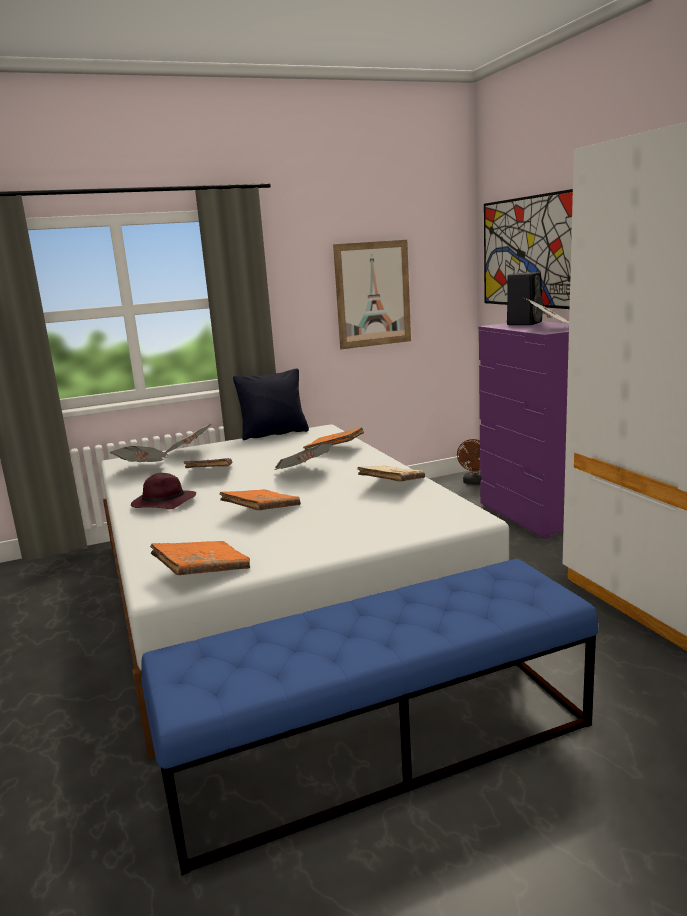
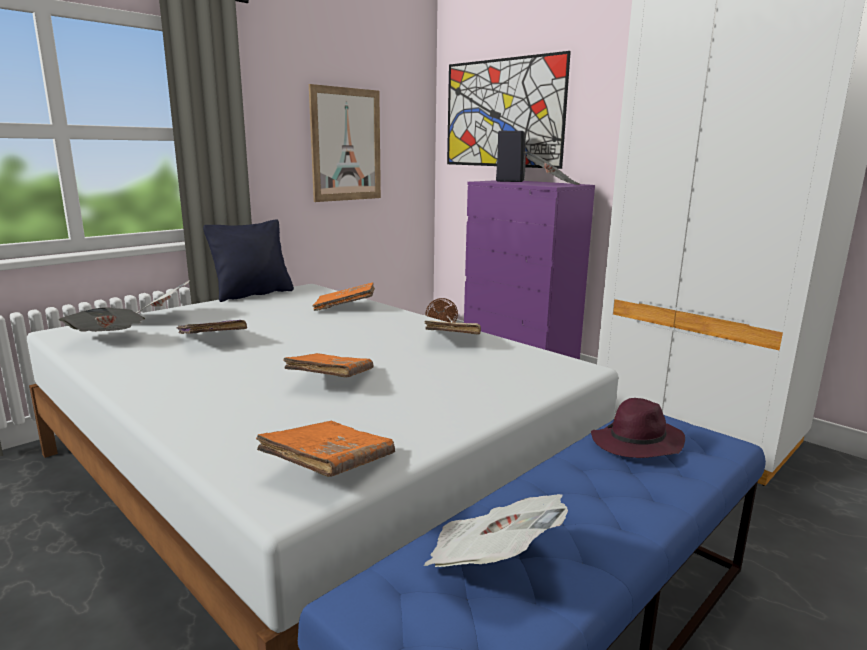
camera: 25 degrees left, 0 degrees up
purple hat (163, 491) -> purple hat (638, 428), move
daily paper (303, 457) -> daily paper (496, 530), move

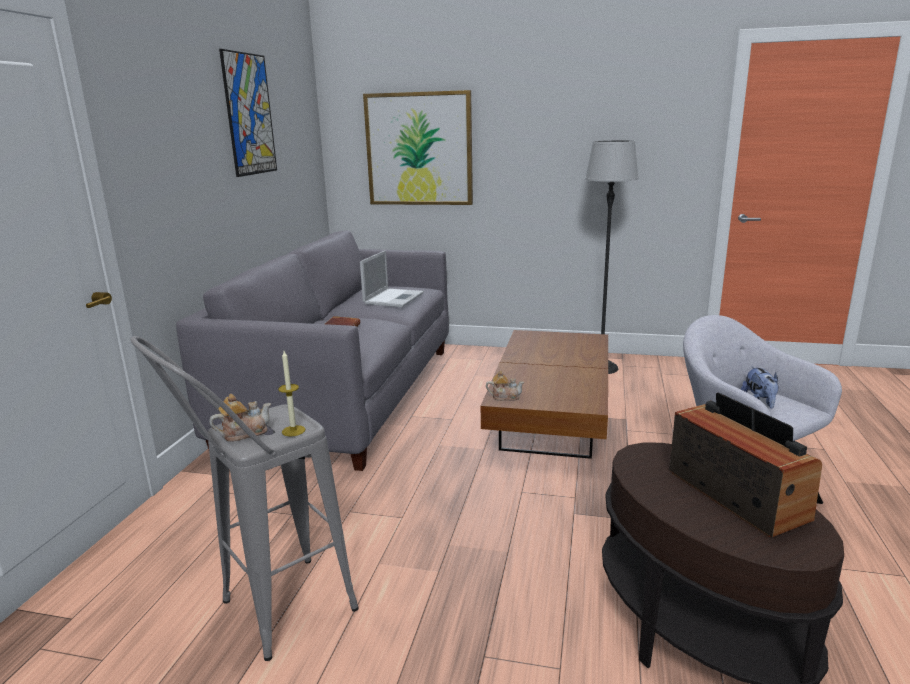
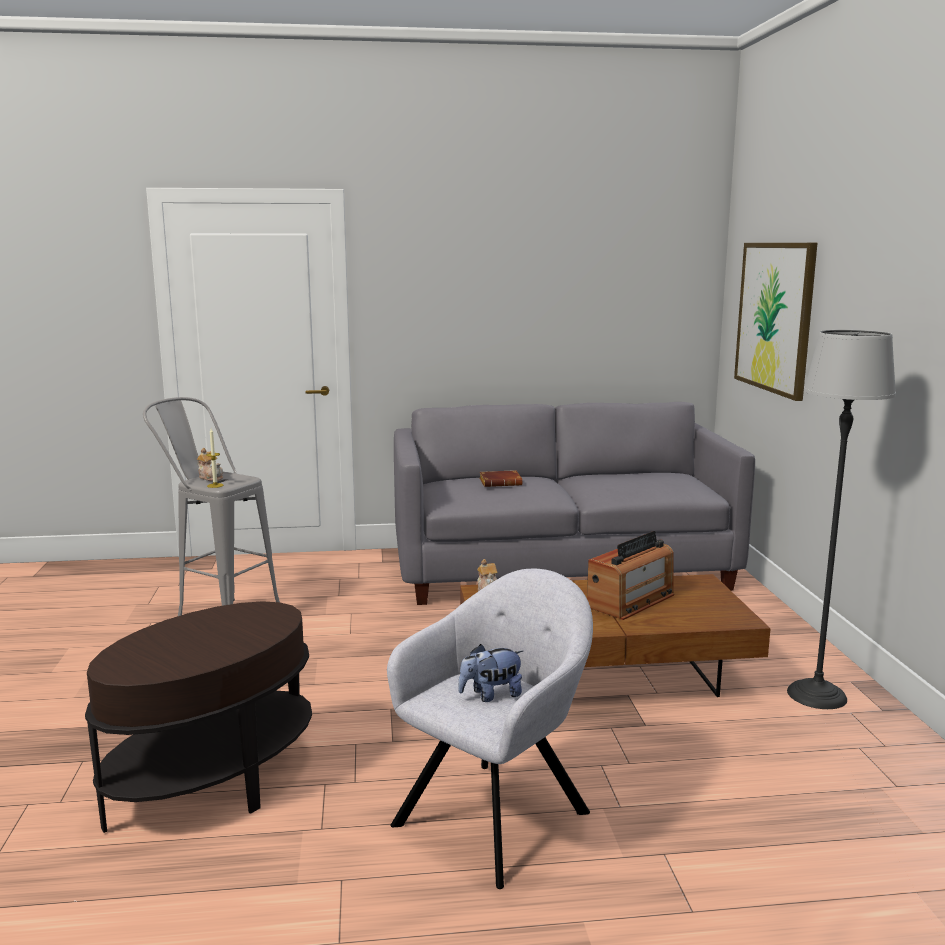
camera: 70 degrees right, 5 degrees down
wall art (248, 113) -> none
laptop (392, 278) -> none
radio (745, 464) -> radio (630, 575), move

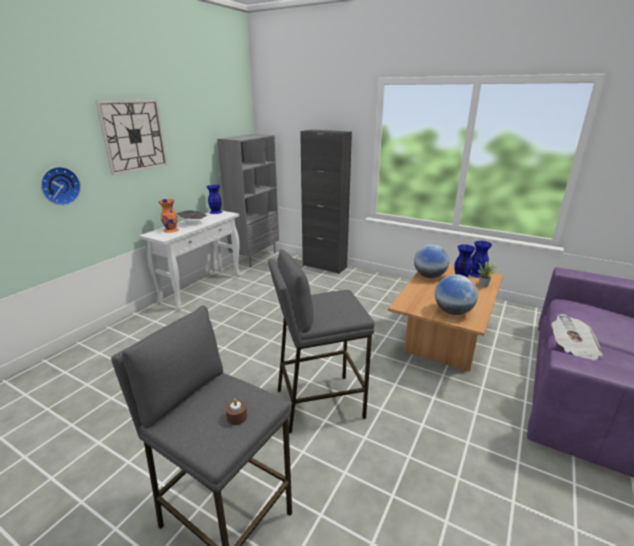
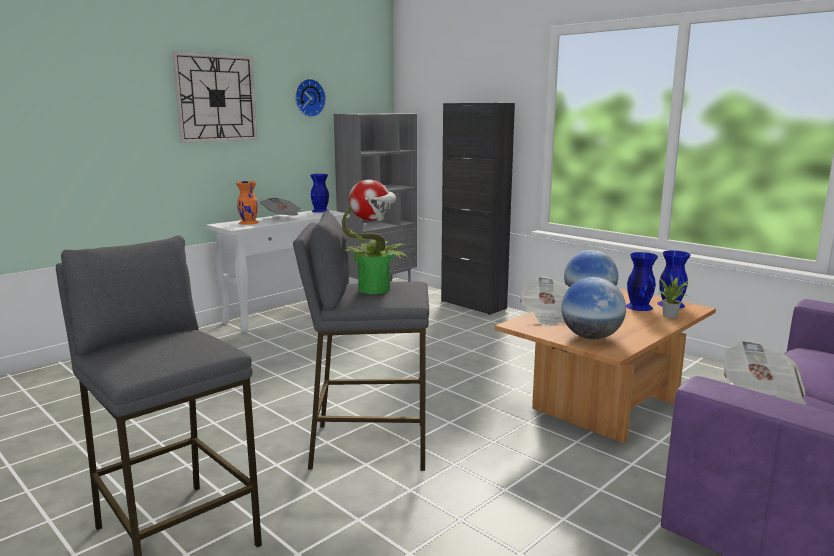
camera: 15 degrees right, 10 degrees down
brownish candle (236, 412) -> none
none -> potted plant (375, 237)
none -> daily paper (544, 301)
hanging clock (61, 186) -> hanging clock (310, 98), move

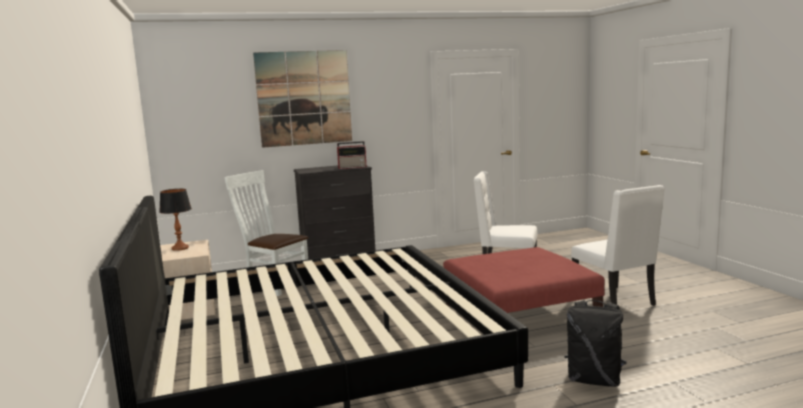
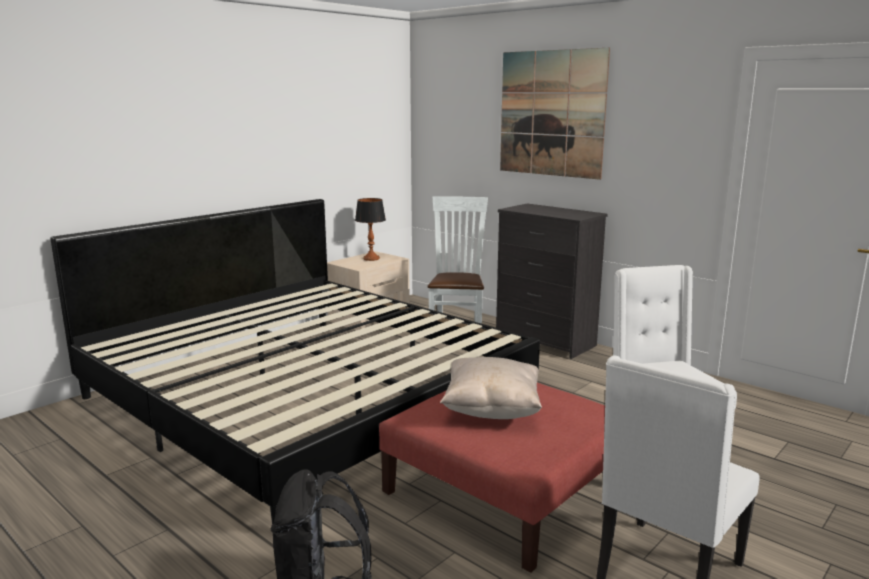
camera: 60 degrees right, 5 degrees up
radio (352, 155) -> none
none -> beige-coloured throw pillow (491, 388)

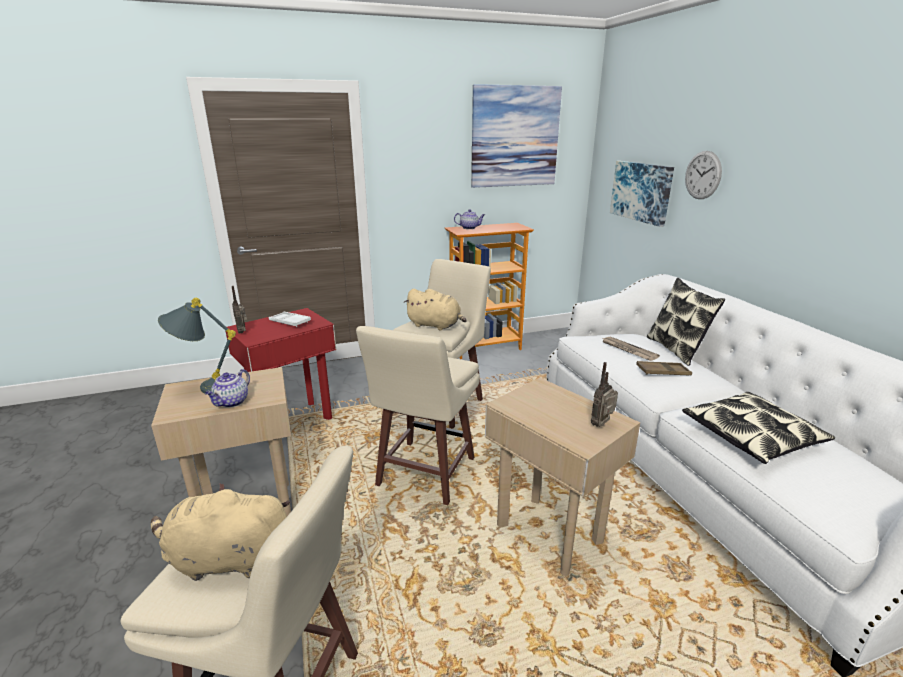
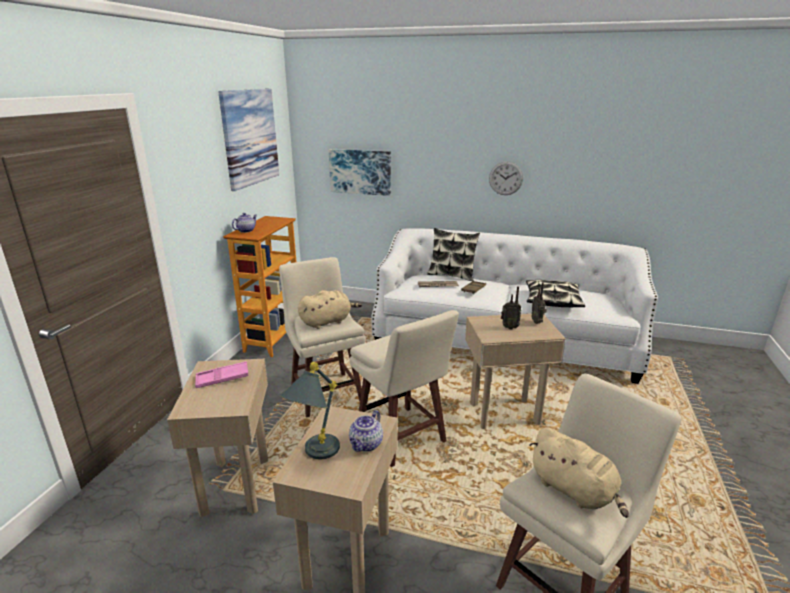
camera: 55 degrees left, 0 degrees up
radio (239, 310) -> radio (511, 308), move
hanging clock (703, 175) -> hanging clock (506, 178), move
reddish side table (281, 364) -> beige-coloured side table (217, 438)
white-coloured carrying tray (290, 319) -> pinkish carrying tray (221, 374)
beige-coloured plush toy (220, 532) -> beige-coloured plush toy (579, 472), 75 degrees counterclockwise
teapot (227, 388) -> teapot (366, 431), 60 degrees clockwise

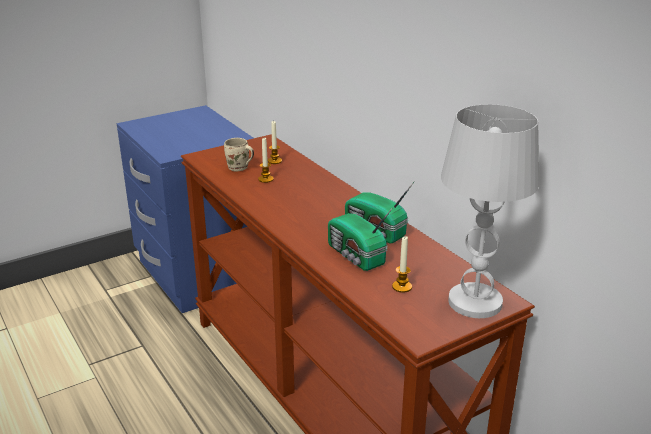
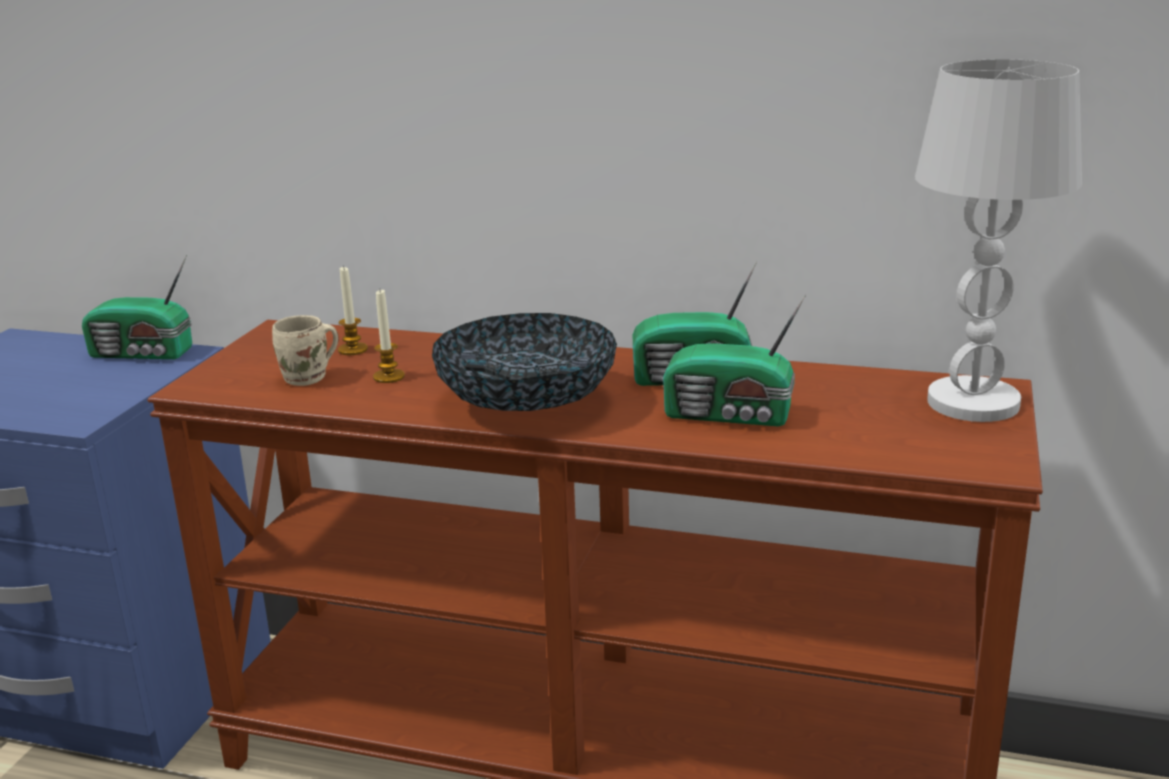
camera: 40 degrees left, 5 degrees down
candle (402, 264) -> none
none -> radio (137, 307)
none -> serving bowl (524, 362)

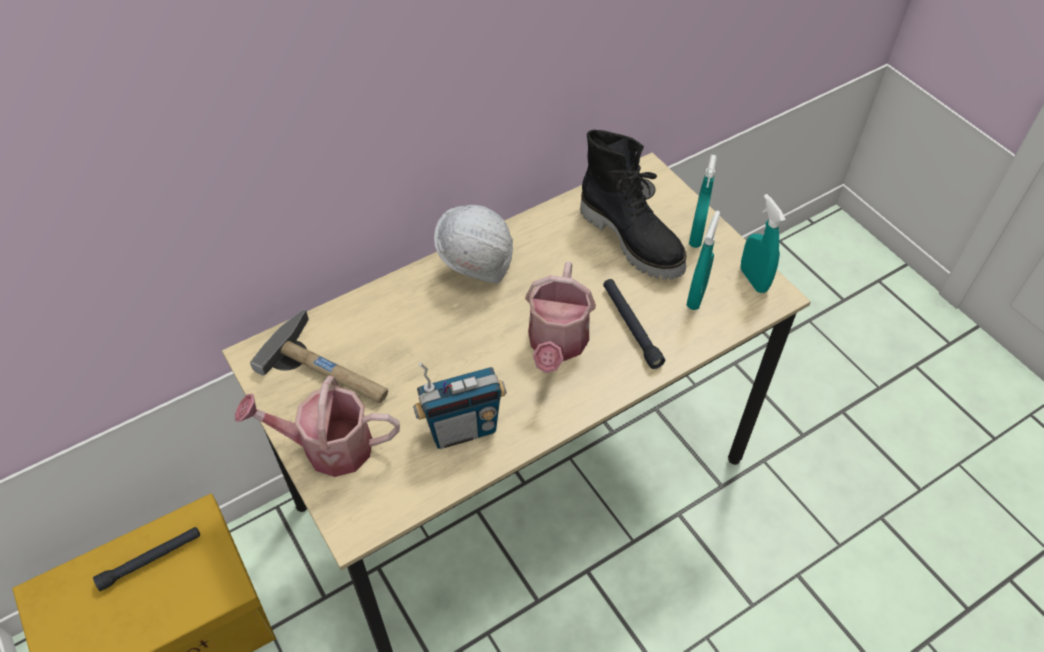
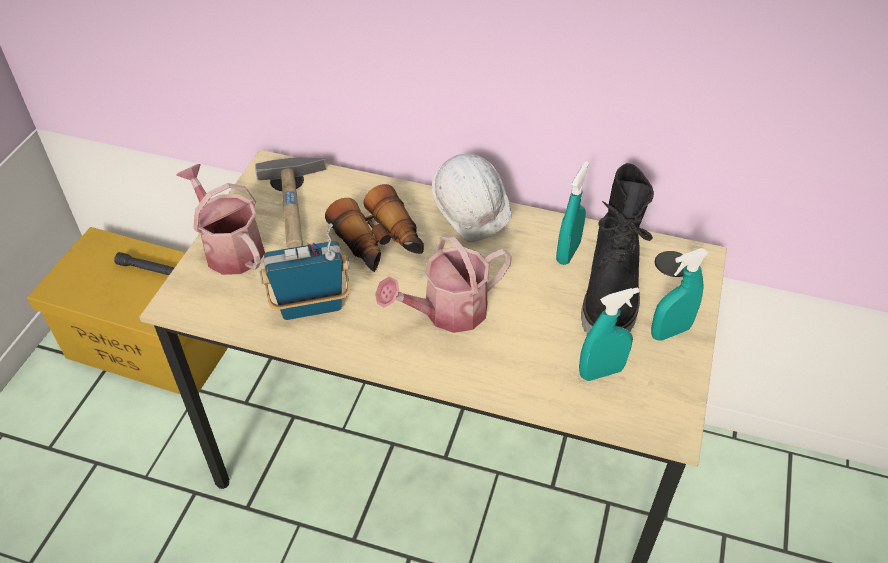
camera: 50 degrees right, 5 degrees down
black-coloured hand torch (634, 324) -> none
none -> binoculars (374, 228)
turquoise-coloured sprayer (763, 243) -> turquoise-coloured sprayer (572, 213), move
radio (459, 405) -> radio (305, 272), 135 degrees clockwise

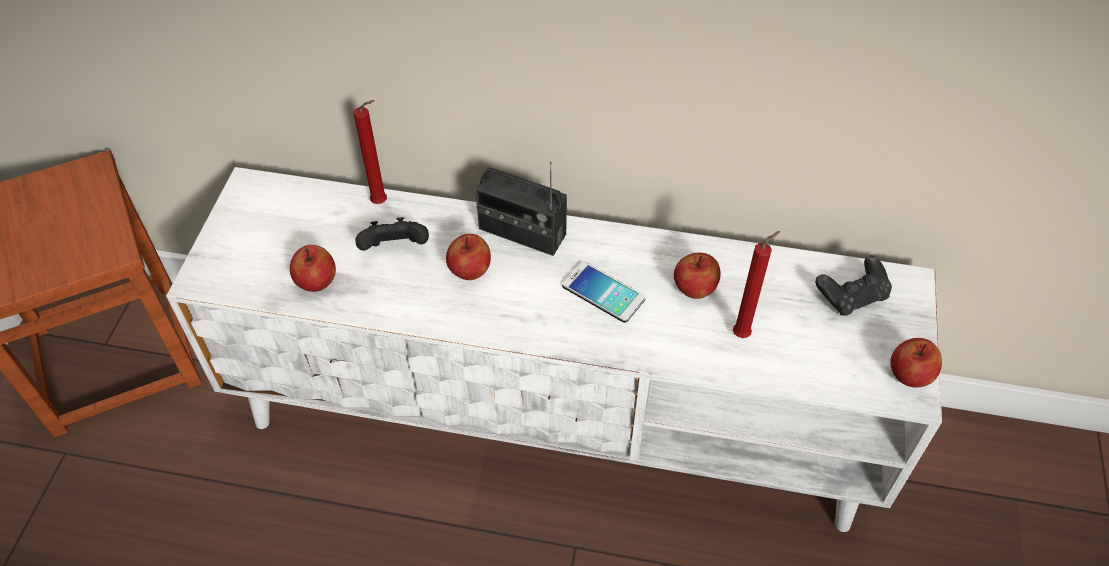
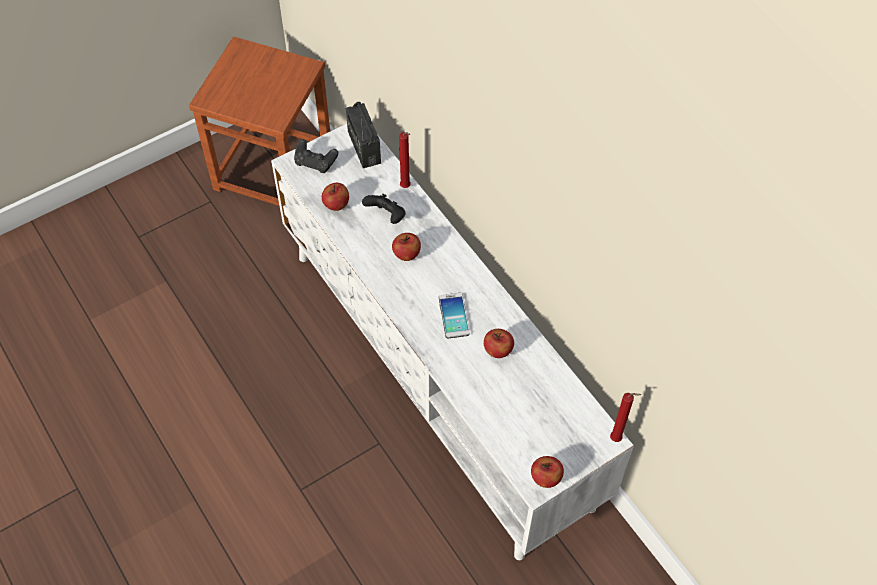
camera: 45 degrees right, 5 degrees up
radio (521, 209) -> radio (363, 135), move
reddish candle (756, 284) -> reddish candle (625, 417), move
black-coloured joypad (853, 286) -> black-coloured joypad (316, 156), move

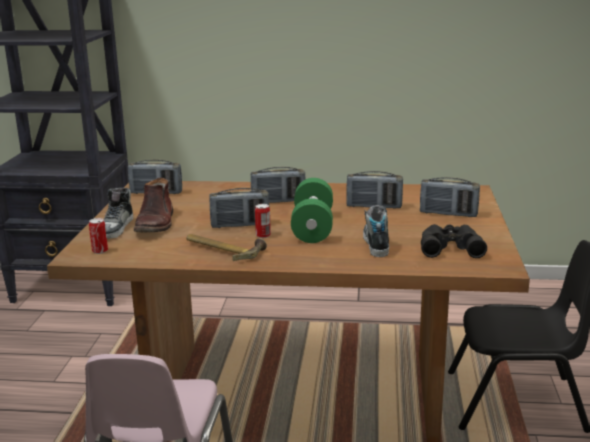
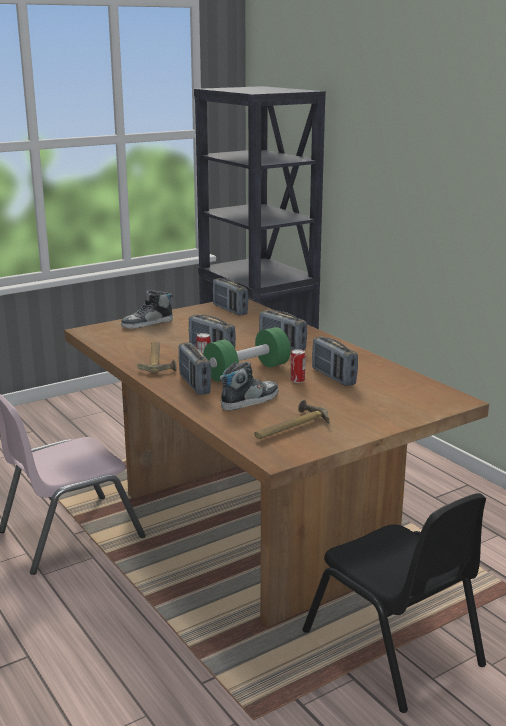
camera: 50 degrees right, 0 degrees up
brownish boot (153, 205) -> none
can (98, 236) -> can (297, 366), move
radio (450, 197) -> radio (195, 369), move
black-coloured binoculars (454, 241) -> hammer (292, 419)

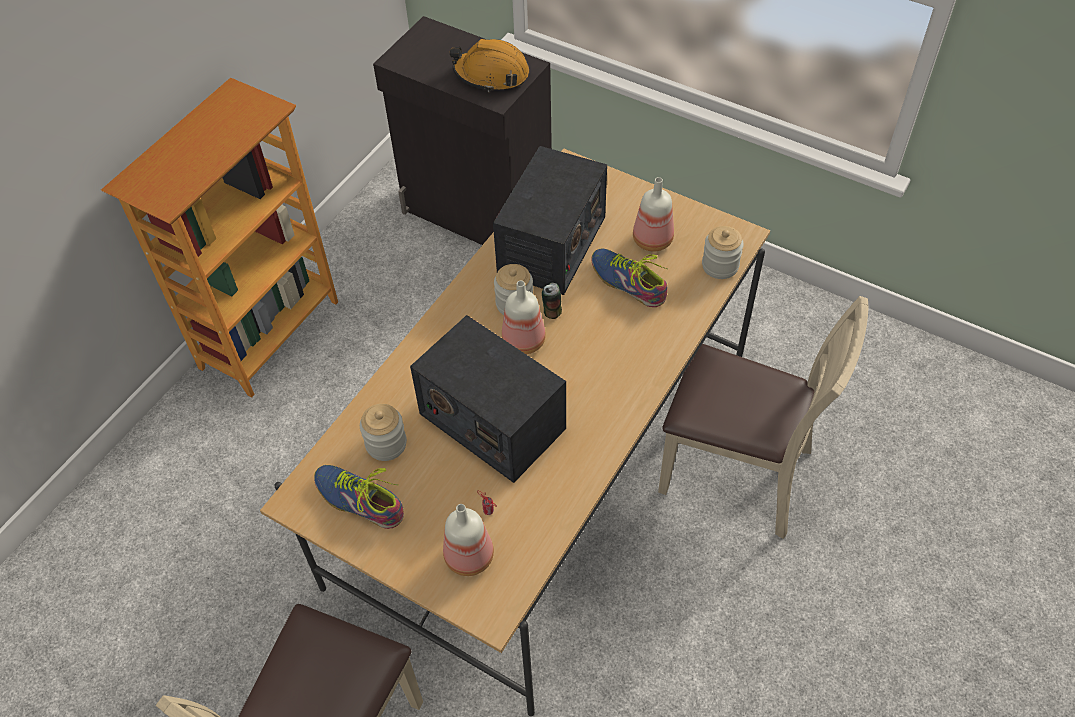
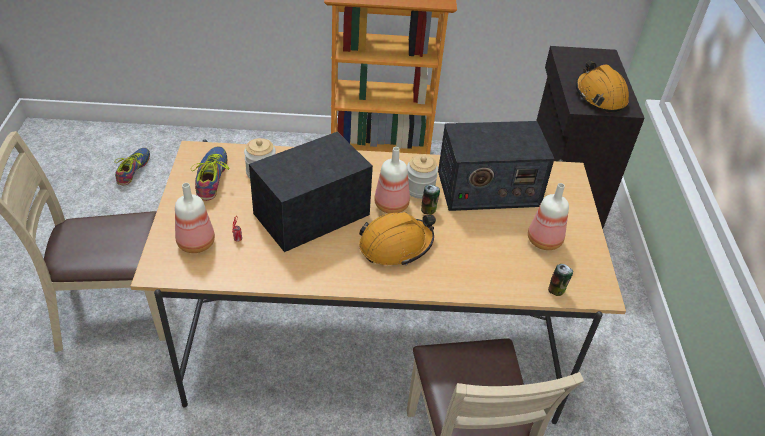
camera: 55 degrees right, 10 degrees down
none -> orangey work helmet (397, 238)
item of footwear (629, 277) -> item of footwear (132, 166), move
storage jar (723, 252) -> can (560, 280)
radio (488, 399) -> radio (311, 192), 45 degrees clockwise

